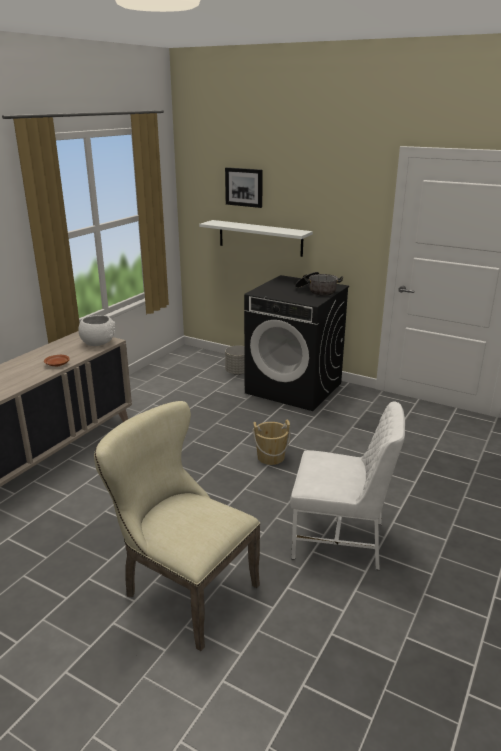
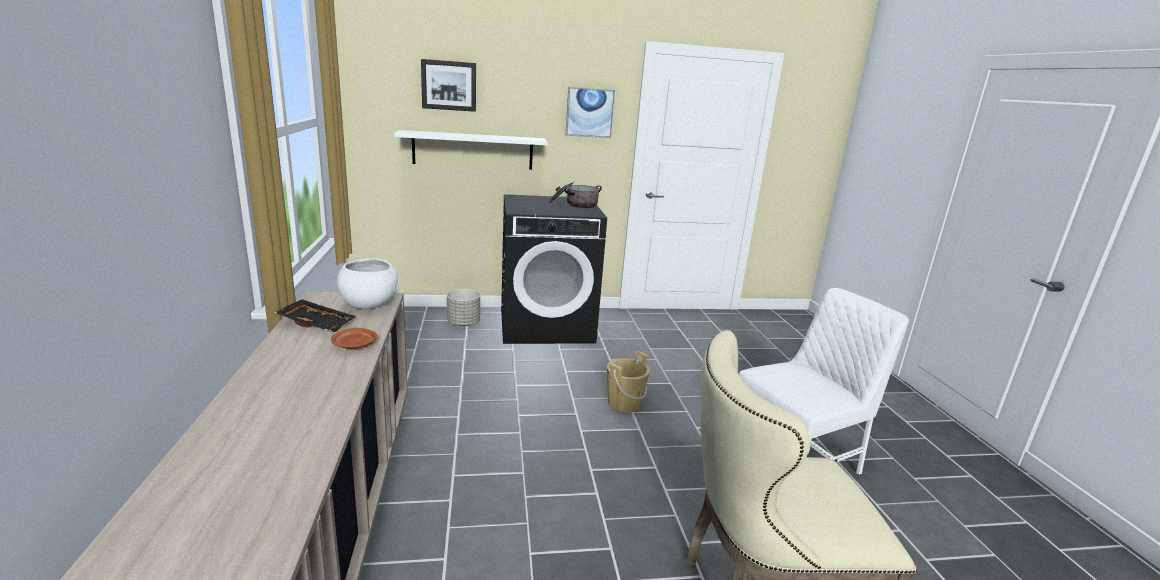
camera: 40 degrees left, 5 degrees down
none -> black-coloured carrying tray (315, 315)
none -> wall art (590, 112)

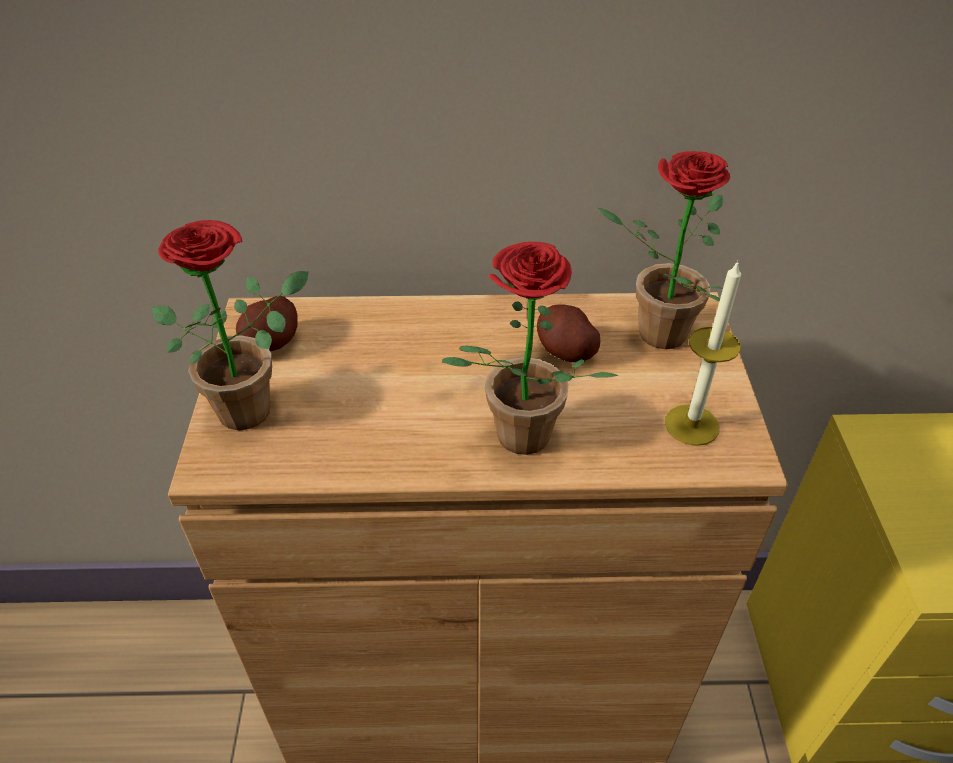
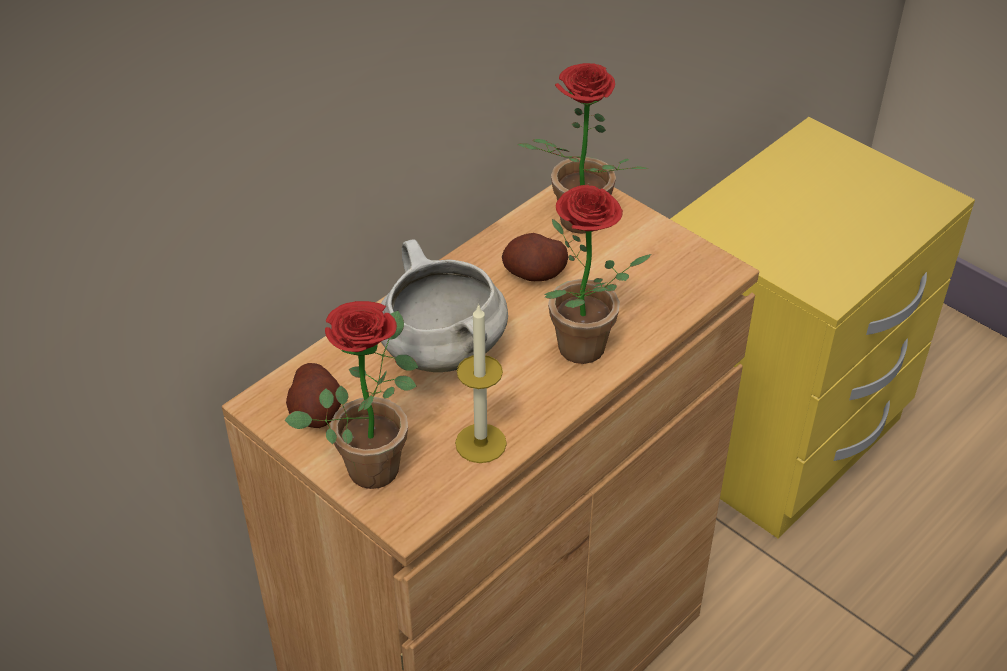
camera: 45 degrees left, 0 degrees up
none -> white-coloured stockpot (444, 305)
candle (703, 353) -> candle (481, 383), move

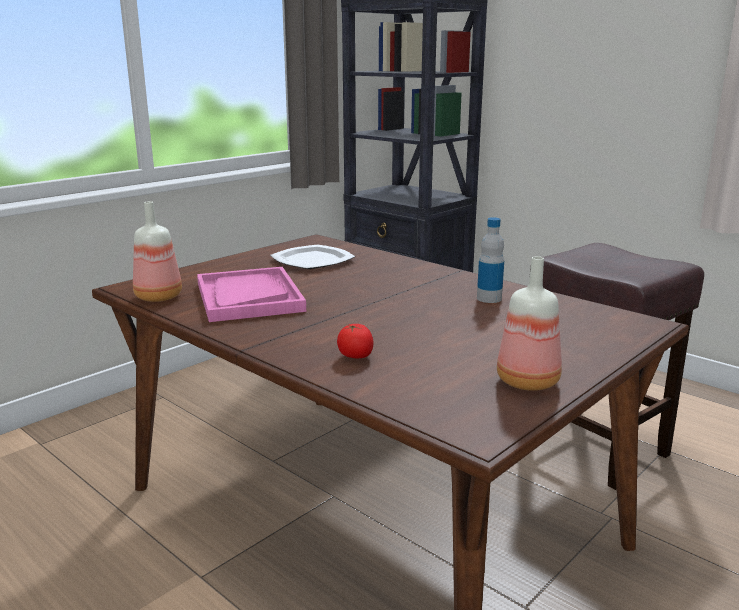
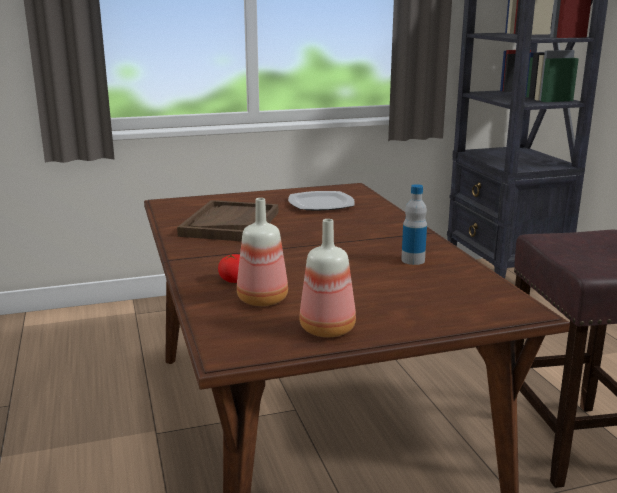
camera: 30 degrees right, 0 degrees up
bottle (157, 251) -> bottle (262, 252), move
pinkish carrying tray (251, 294) -> brownish carrying tray (227, 220)

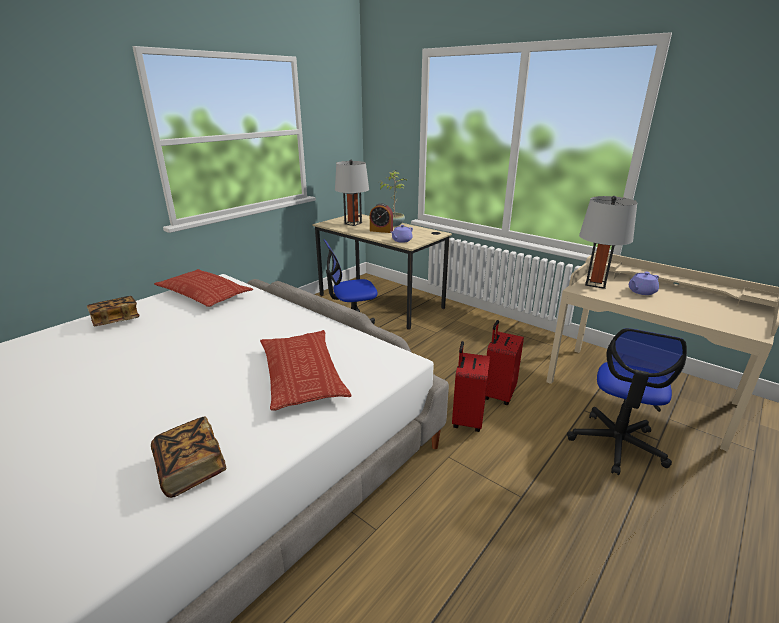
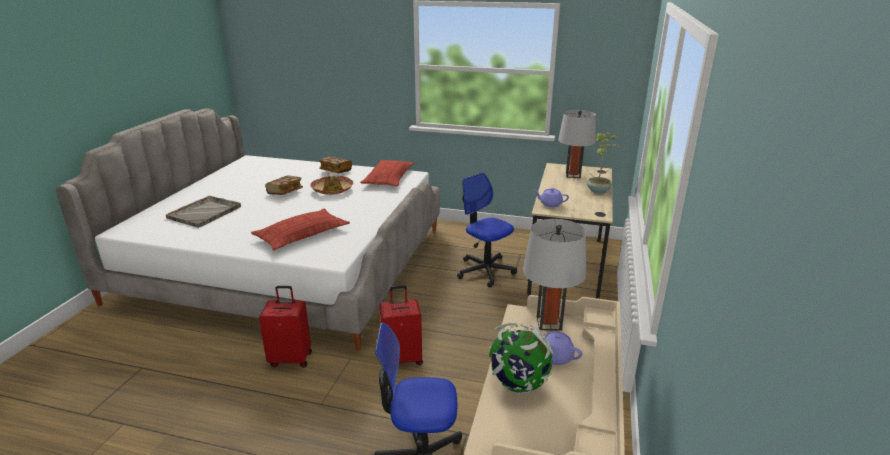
camera: 65 degrees right, 0 degrees up
bedside clock (381, 218) -> none
none -> gray carrying tray (203, 212)
none -> hat (331, 184)
none -> globe (521, 358)
bound book (188, 457) -> bound book (284, 185), move
reddish piece of luggage (504, 362) -> reddish piece of luggage (285, 327), move

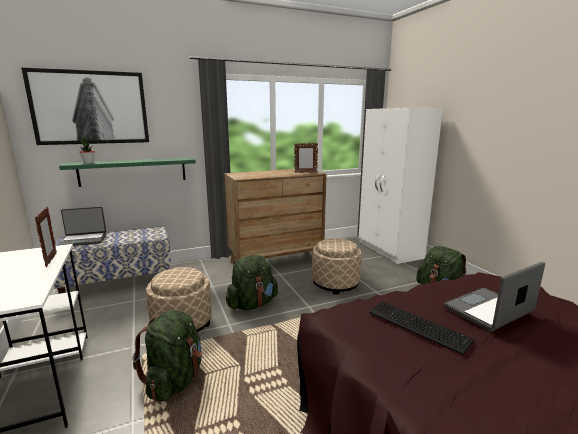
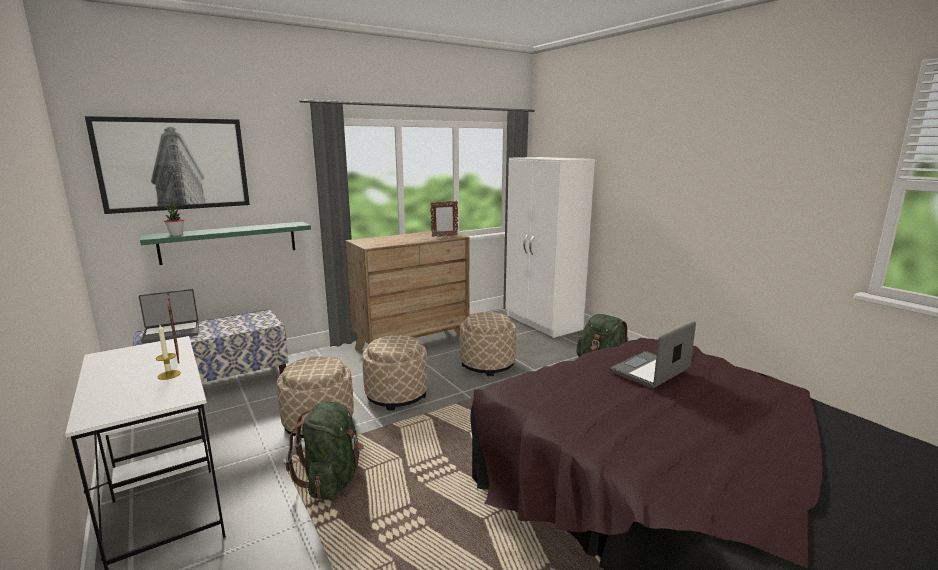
camera: 10 degrees left, 0 degrees up
PC keyboard (422, 328) -> none
none -> candle (168, 352)
green knapsack (252, 282) -> beige-coloured ottoman (395, 372)

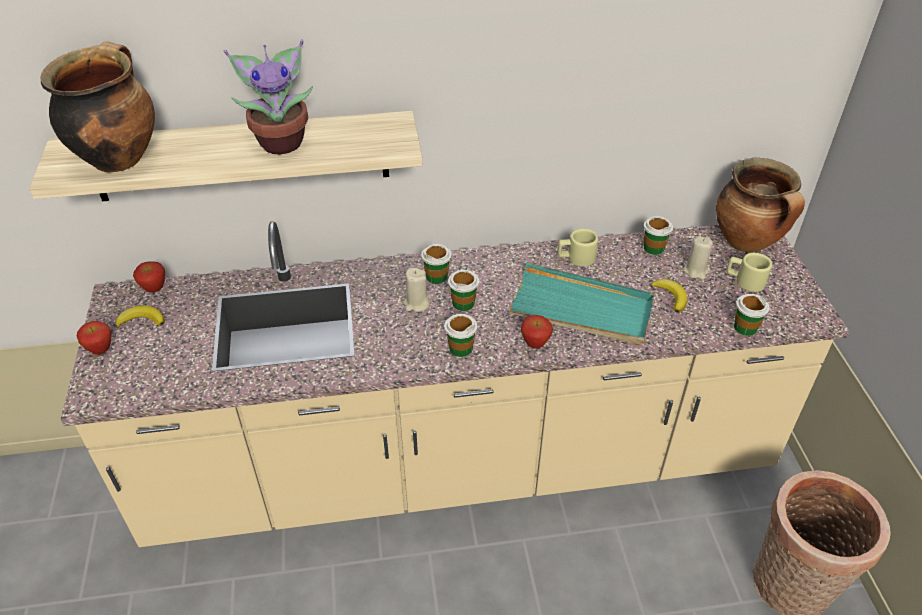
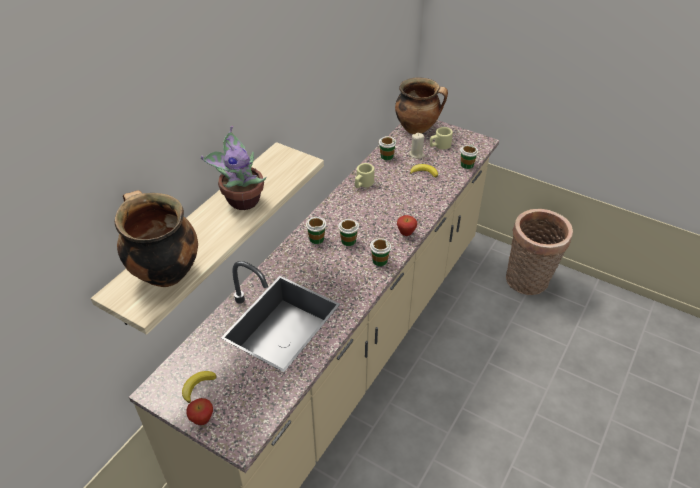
camera: 50 degrees left, 0 degrees up
whole apple (149, 276) -> none
beige-coloured candle (416, 290) -> none
turquoise-coloured carrying tray (580, 303) -> none

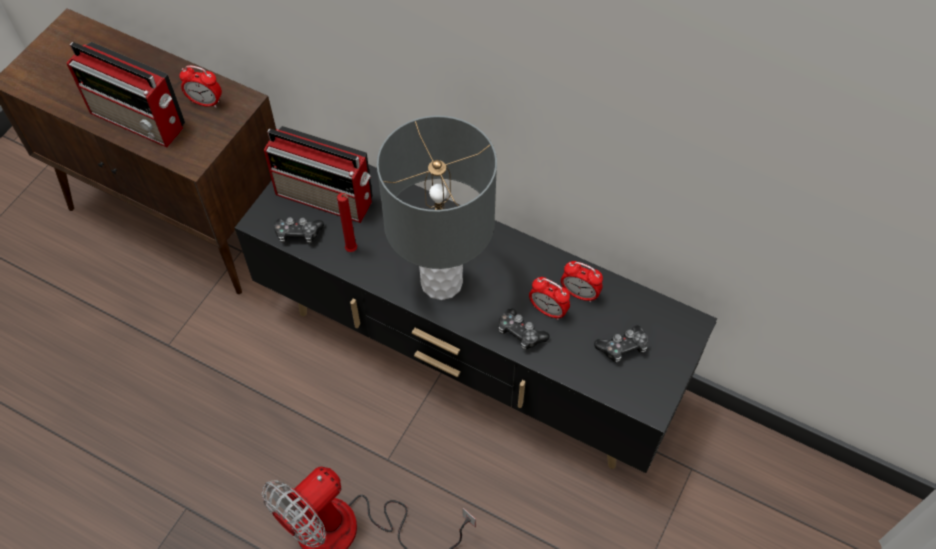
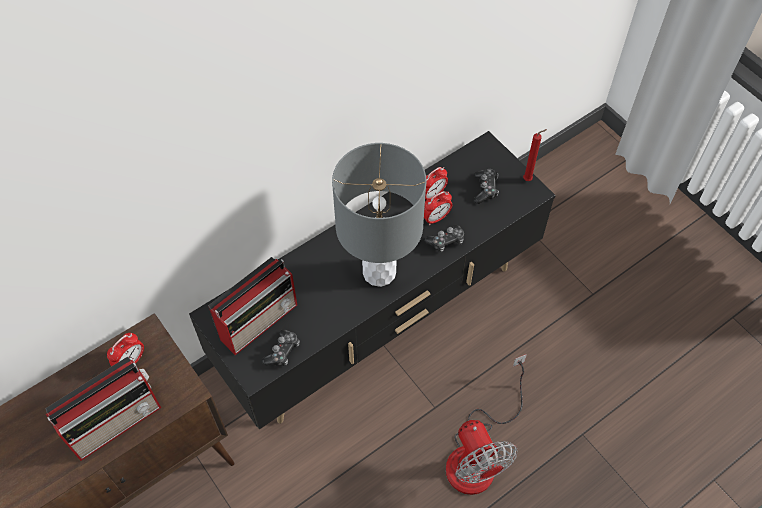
camera: 65 degrees left, 0 degrees up
reddish candle (347, 222) -> reddish candle (535, 155), move

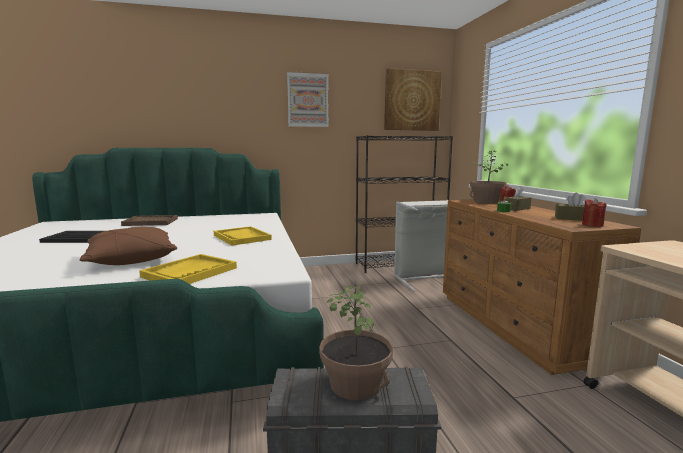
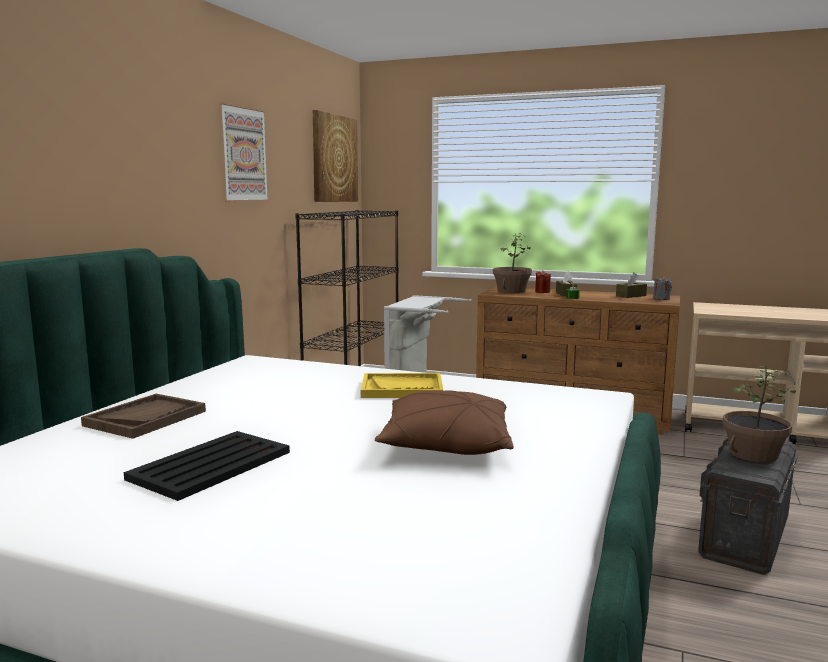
camera: 55 degrees left, 0 degrees up
yellow carrying tray (188, 269) -> none
reddish candle (594, 212) -> gray candle (662, 288)

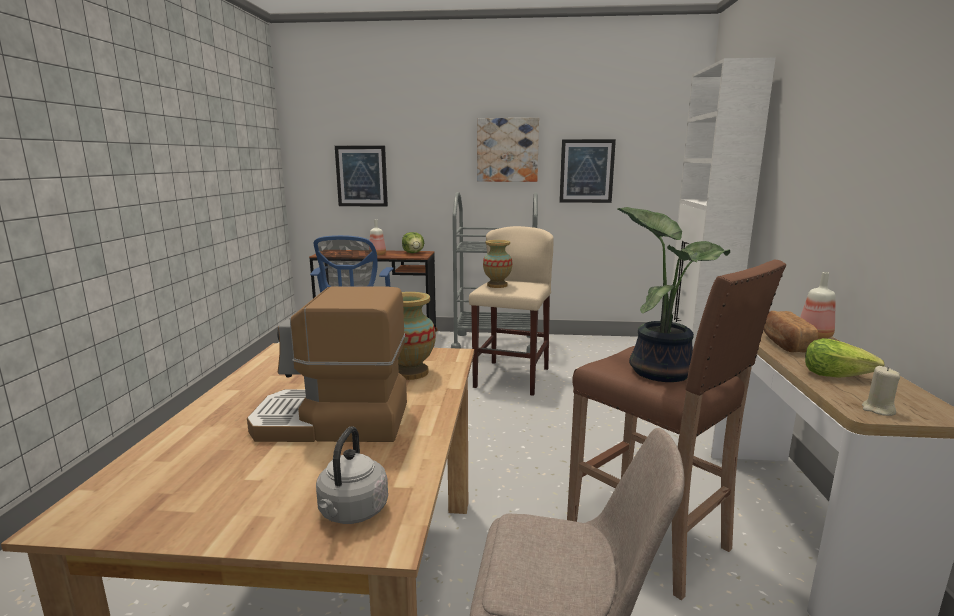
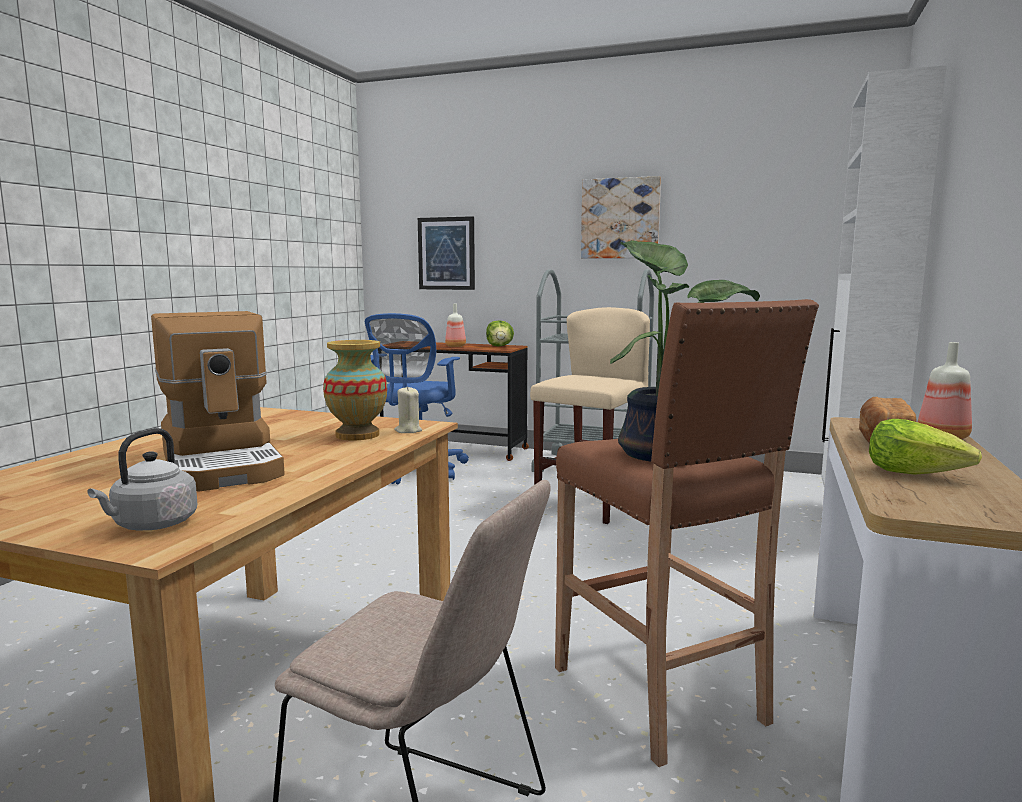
camera: 15 degrees right, 5 degrees down
vase (497, 264) -> none
wall art (587, 171) -> none
beige-coloured candle (881, 391) -> beige-coloured candle (408, 409), move
coffee brewer (327, 364) -> coffee brewer (218, 401), 135 degrees counterclockwise

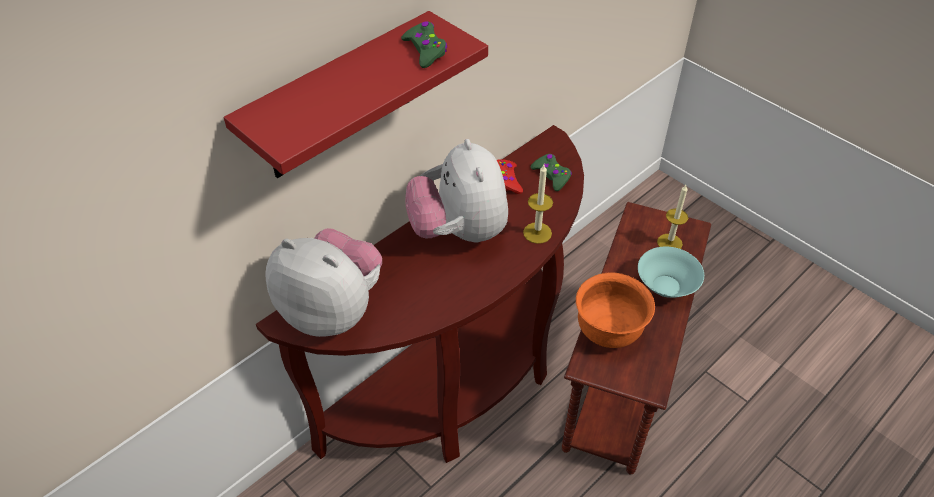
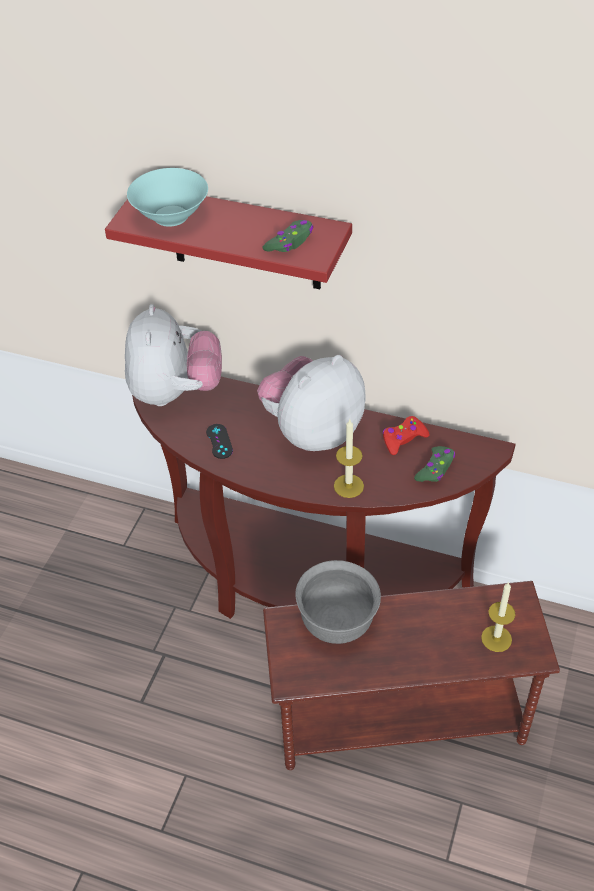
camera: 65 degrees right, 0 degrees up
none -> black-coloured joypad (219, 441)
turquoise-coloured serving bowl (671, 272) -> turquoise-coloured serving bowl (167, 197), move
orangey serving bowl (615, 310) -> gray serving bowl (338, 602)

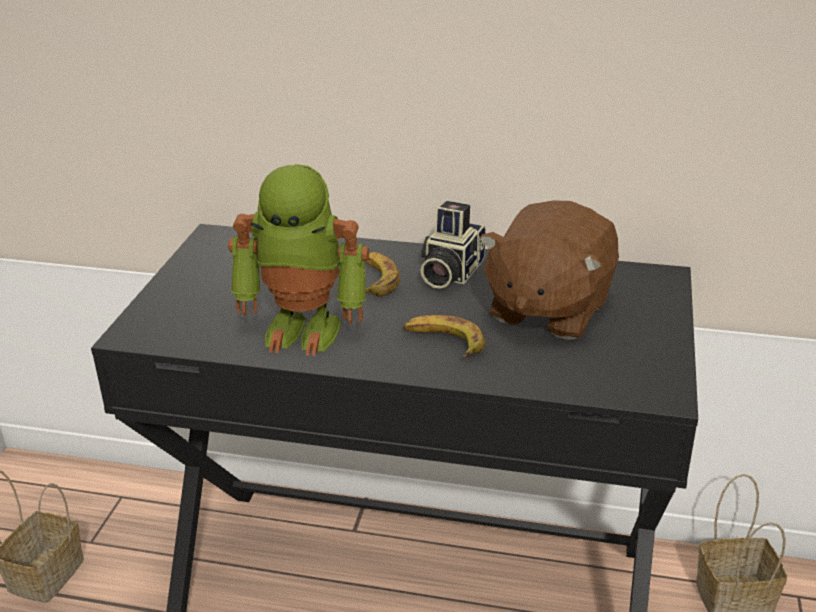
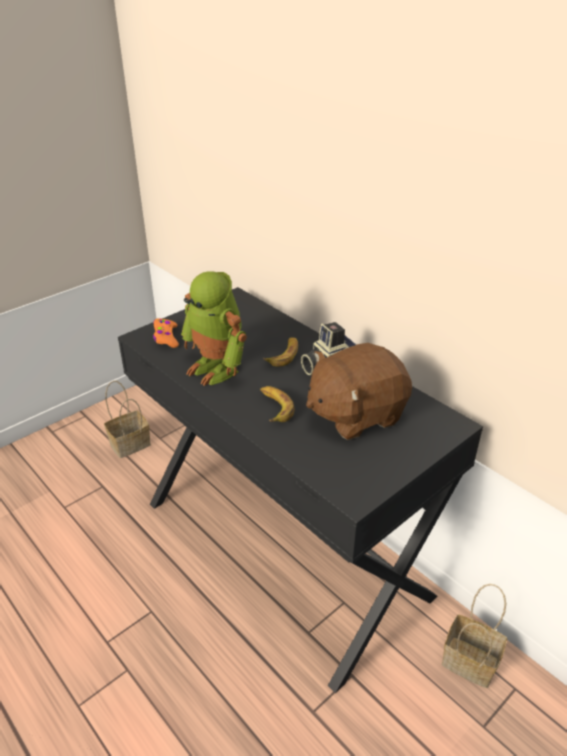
camera: 35 degrees right, 5 degrees up
none -> orangey joypad (166, 333)

